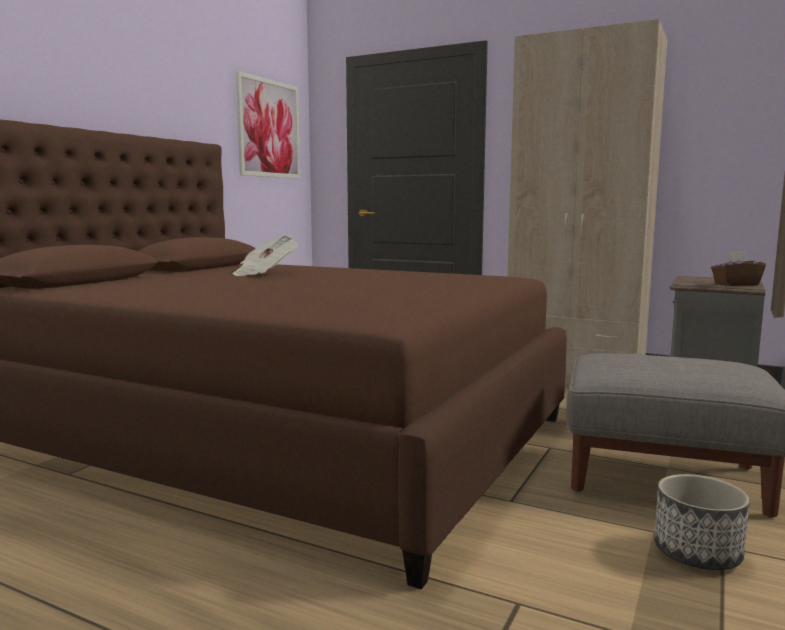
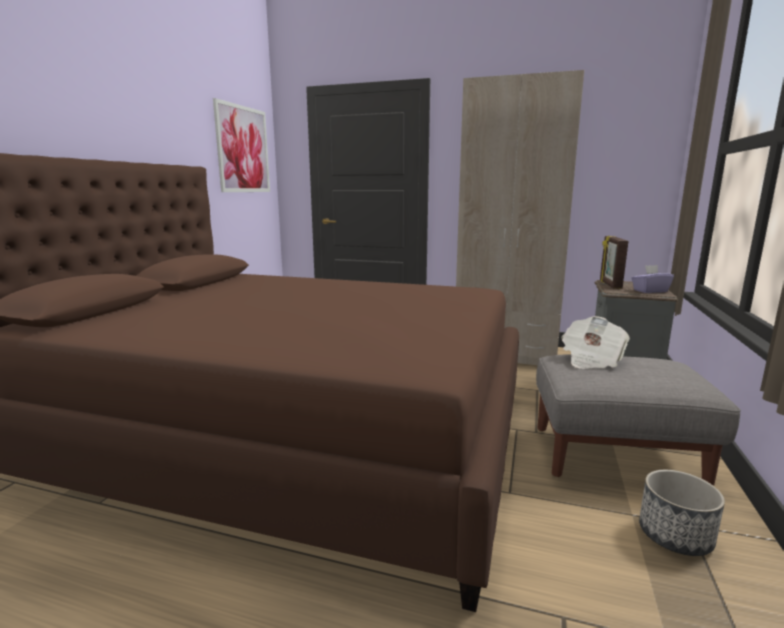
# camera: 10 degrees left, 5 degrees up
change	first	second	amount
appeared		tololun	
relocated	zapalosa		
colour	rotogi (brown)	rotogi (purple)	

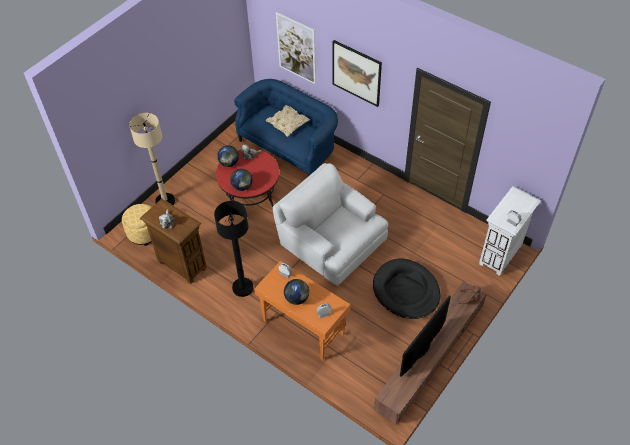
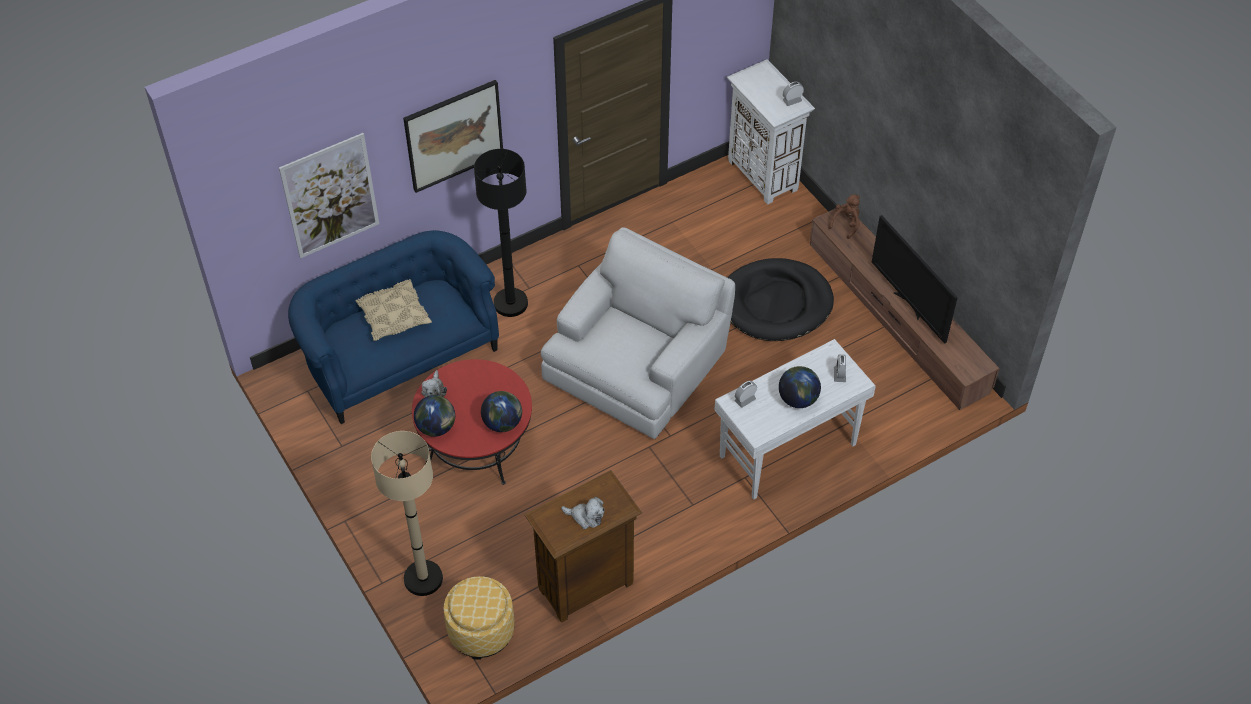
# camera: 70 degrees left, 0 degrees up
change	first	second	amount
relocated	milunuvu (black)		
colour	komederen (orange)	komederen (white)	
spun	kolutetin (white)		150 degrees clockwise

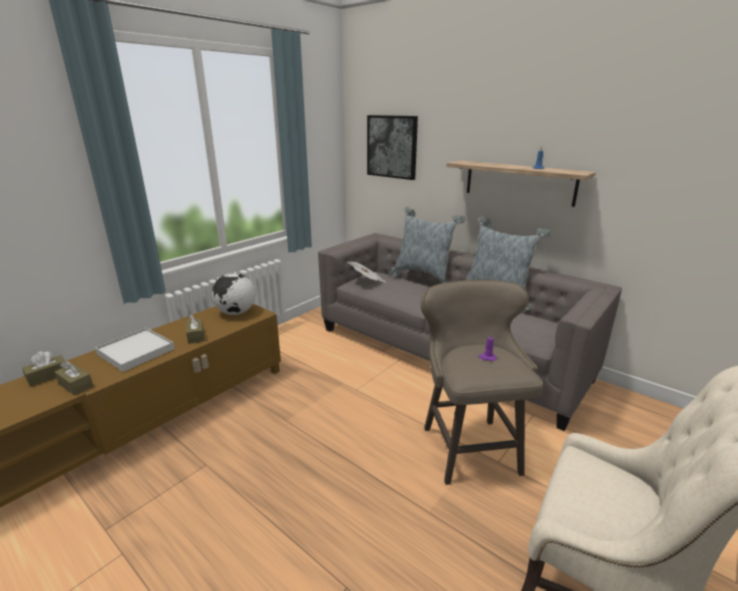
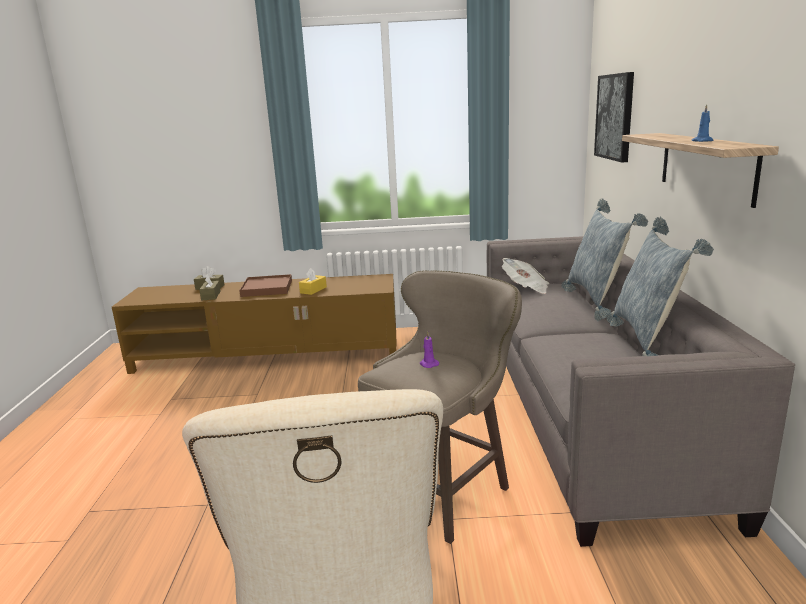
# camera: 50 degrees right, 5 degrees down
change	first	second	amount
missing	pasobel		
colour	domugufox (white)	domugufox (brown)	
colour	rotogi (brown) (no. 3 from left)	rotogi (yellow)	

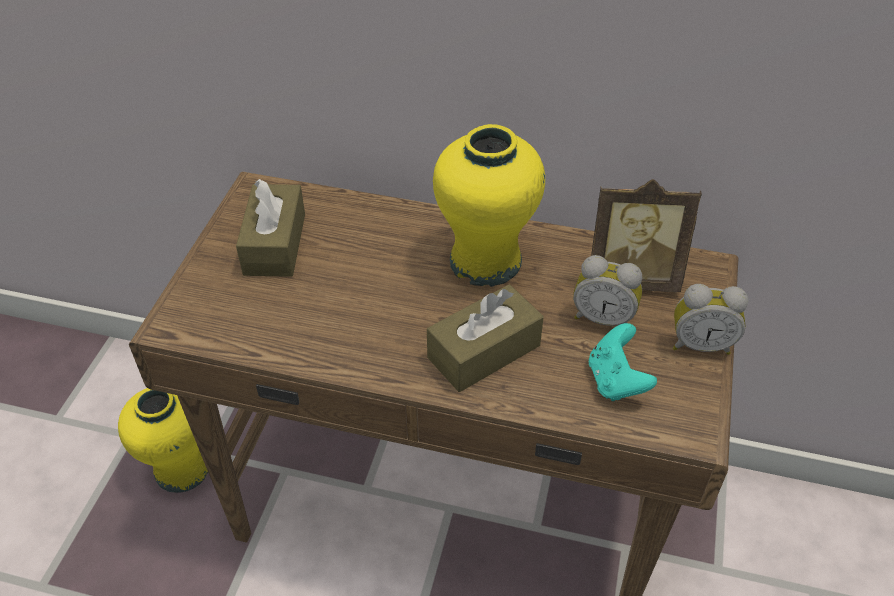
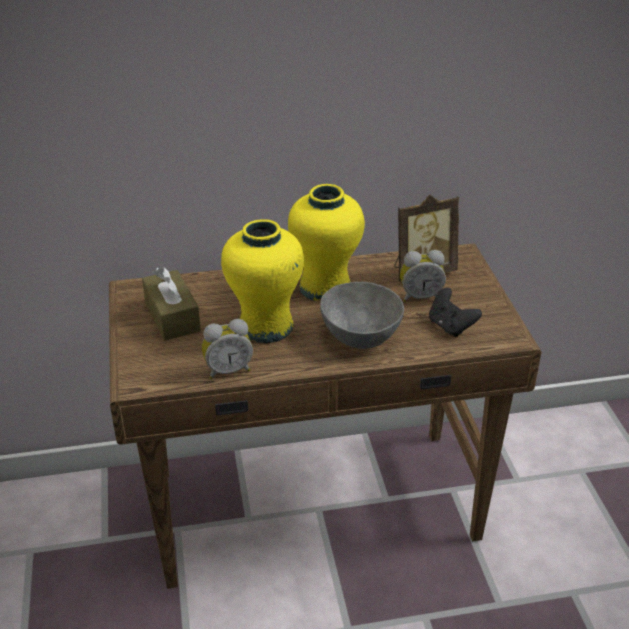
# camera: 25 degrees left, 10 degrees down
change	first	second	amount
relocated	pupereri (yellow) (no. 1 from left)		
relocated	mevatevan (no. 2 from left in the first image)	mevatevan (no. 1 from left)	
exchanged	rotogi (brown) (no. 2 from left)	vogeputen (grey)	
colour	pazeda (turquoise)	pazeda (black)	

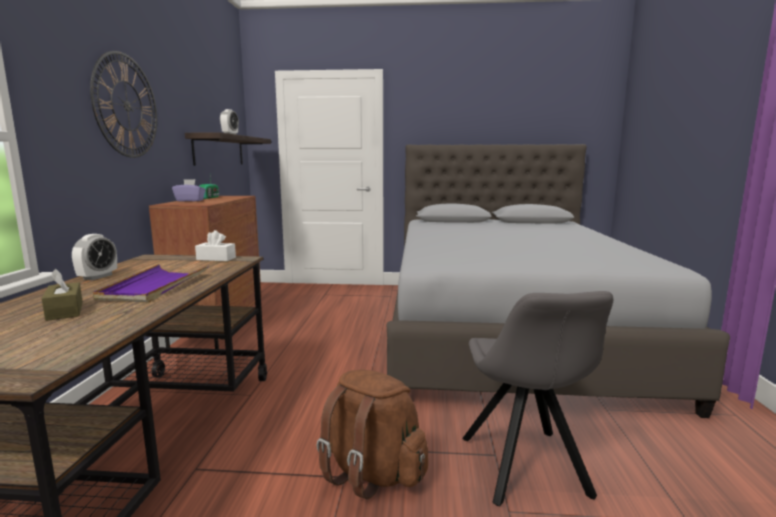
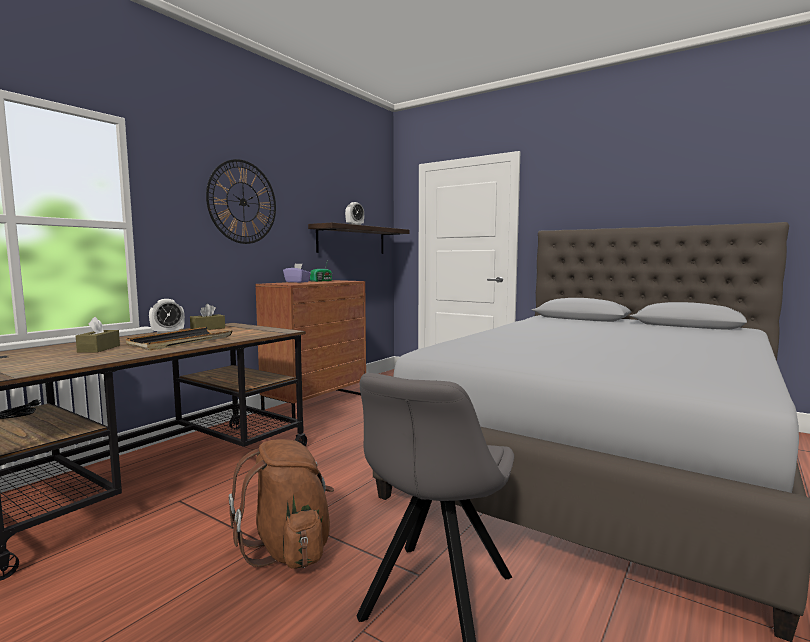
# camera: 30 degrees right, 5 degrees down
change	first	second	amount
missing	rotogi (white)		
appeared		rotogi (brown) (no. 2 from left)	
colour	domugufox (purple)	domugufox (black)	

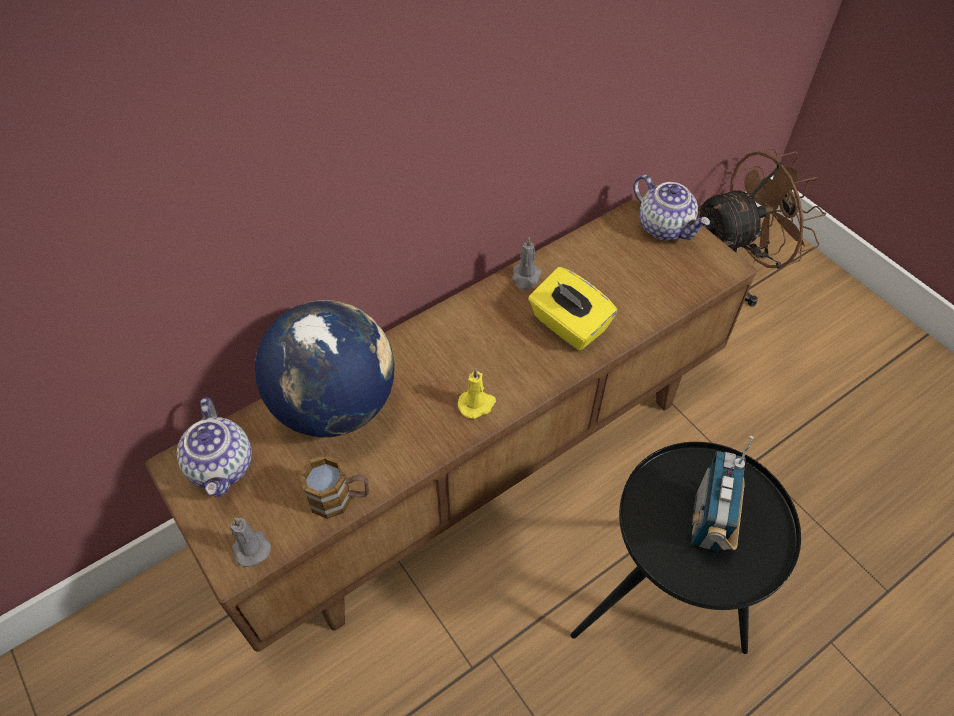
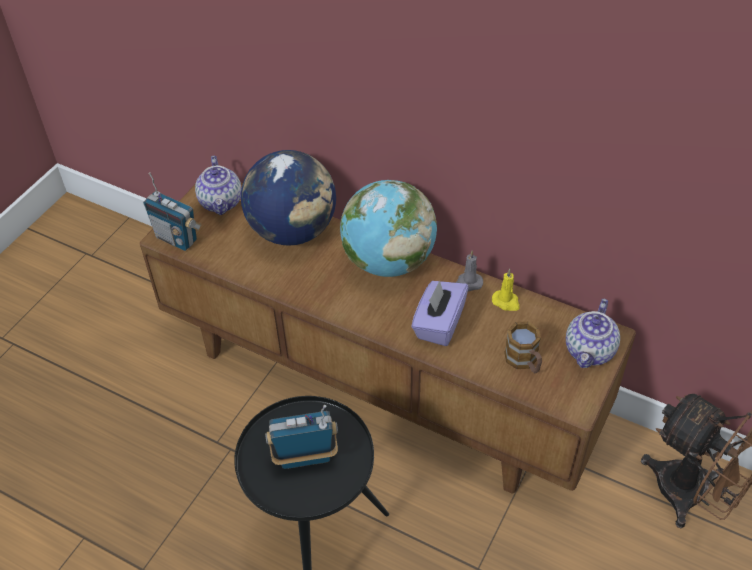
# camera: 65 degrees right, 5 degrees down
change	first	second	amount
appeared		pasobel (no. 2 from left)	
relocated	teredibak		
relocated	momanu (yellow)		
exchanged	momanu (grey) (no. 1 from left)	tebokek (no. 1 from left)	
colour	rotogi (yellow)	rotogi (purple)	
spun	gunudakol (no. 1 from left)		60 degrees counterclockwise

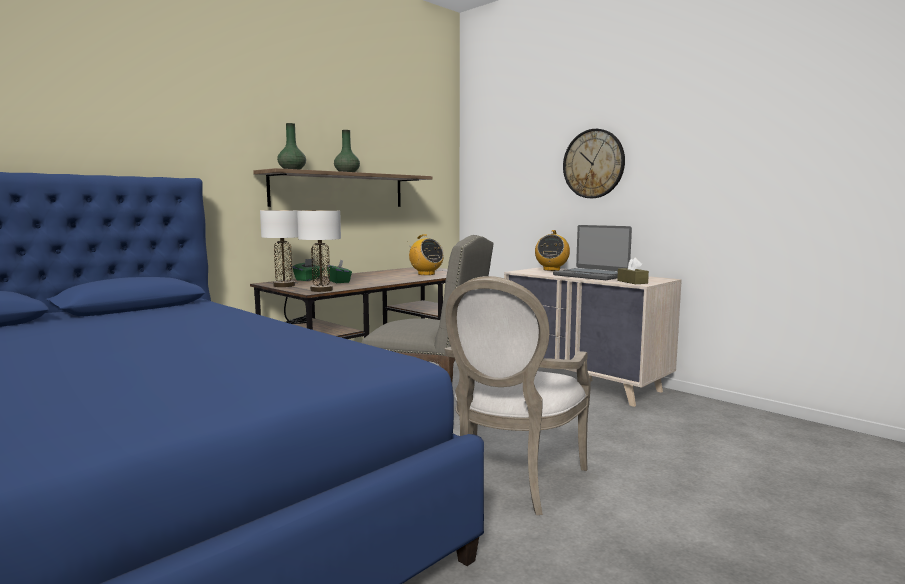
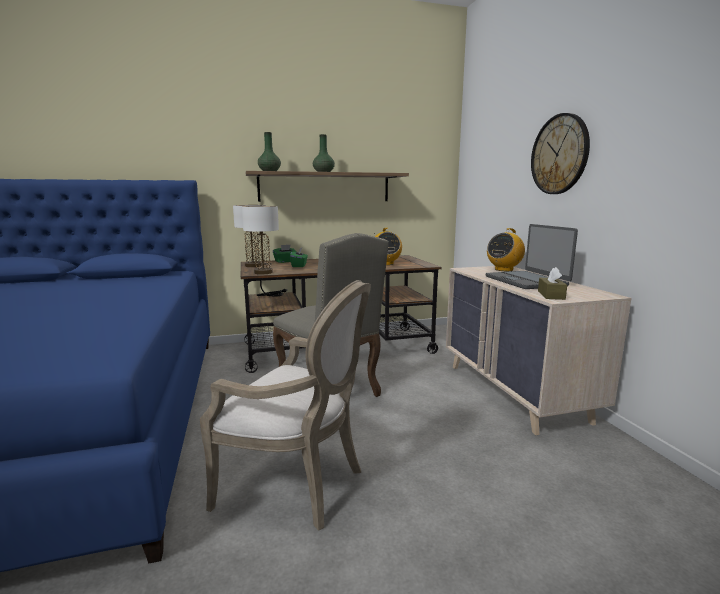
# camera: 30 degrees right, 5 degrees up
change	first	second	amount
spun	kolutetin		120 degrees counterclockwise

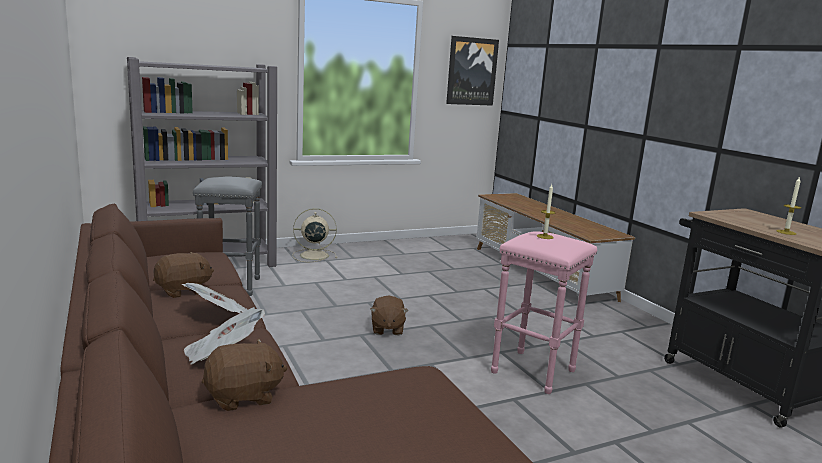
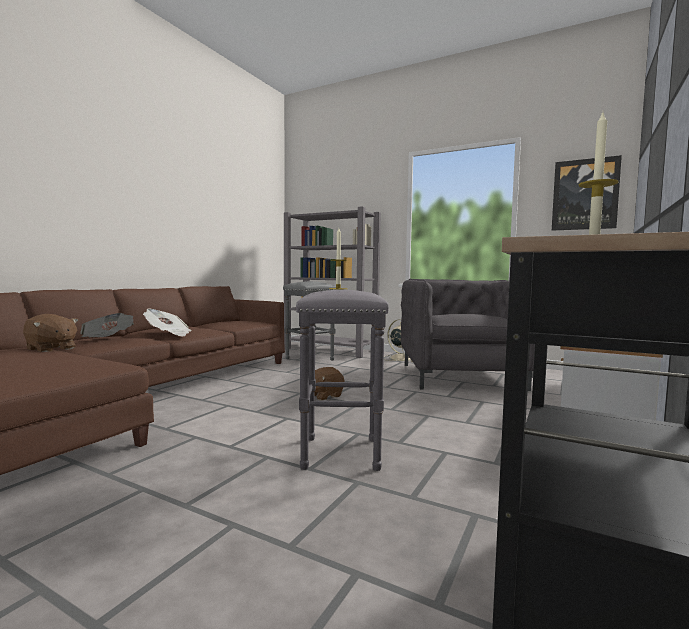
# camera: 55 degrees right, 10 degrees down
change	first	second	amount
missing	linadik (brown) (no. 1 from left)		
appeared		kolutetin (grey)	
colour	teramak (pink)	teramak (grey) (no. 2 from left)	

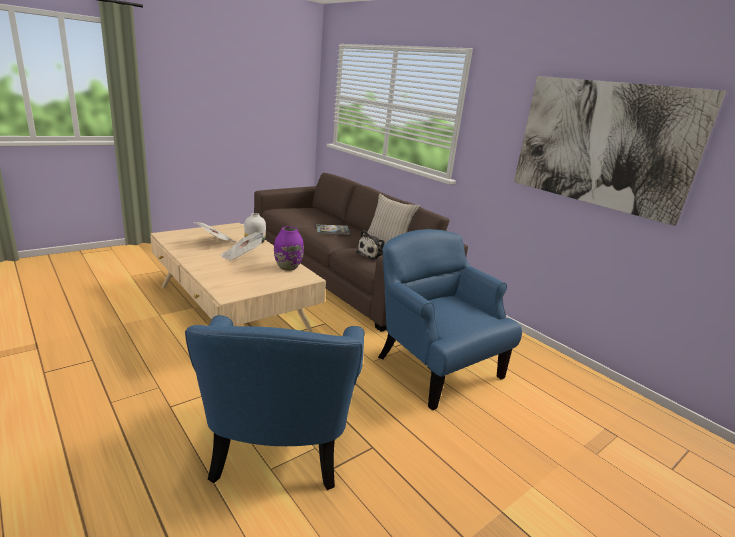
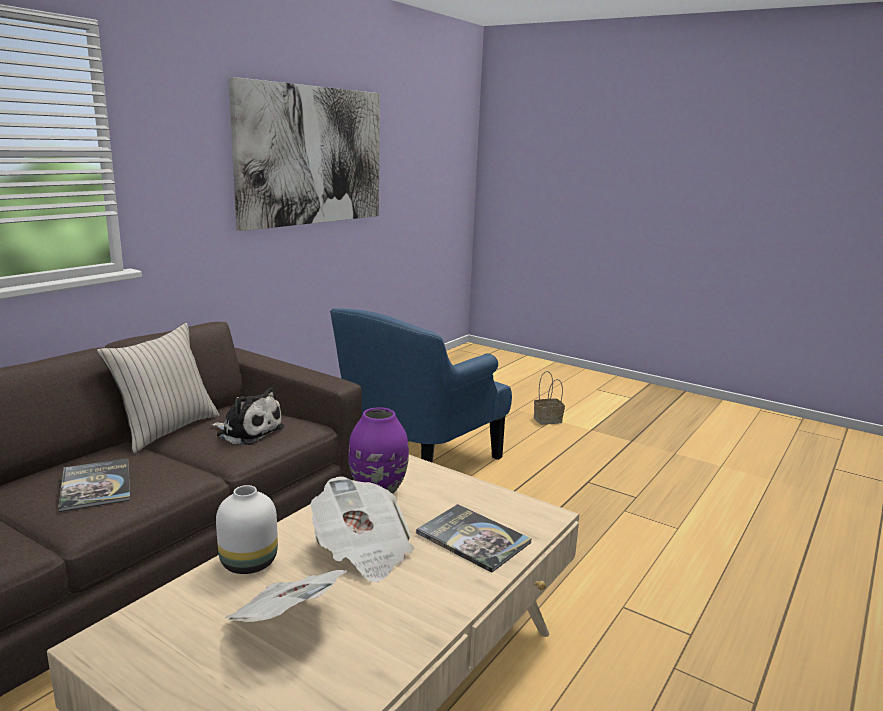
# camera: 105 degrees left, 5 degrees down
change	first	second	amount
missing	kolutetin (blue) (no. 1 from left)		
appeared		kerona (no. 2 from left)	
appeared		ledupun	

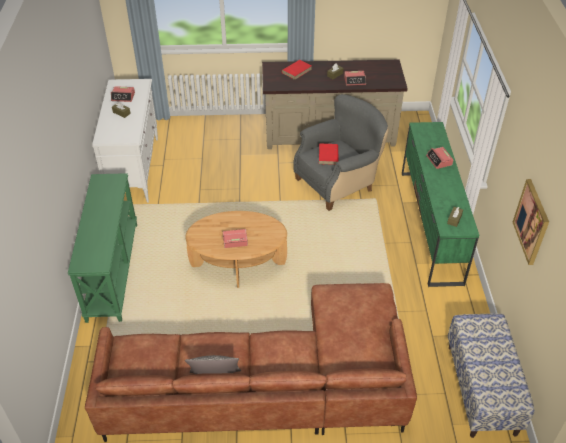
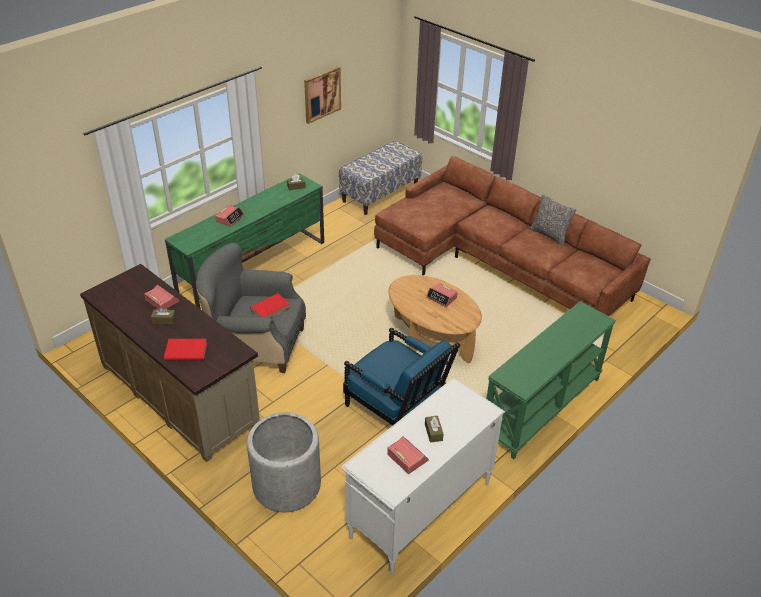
# camera: 135 degrees left, 5 degrees down
change	first	second	amount
appeared		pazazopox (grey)	
appeared		kolutetin (blue)	

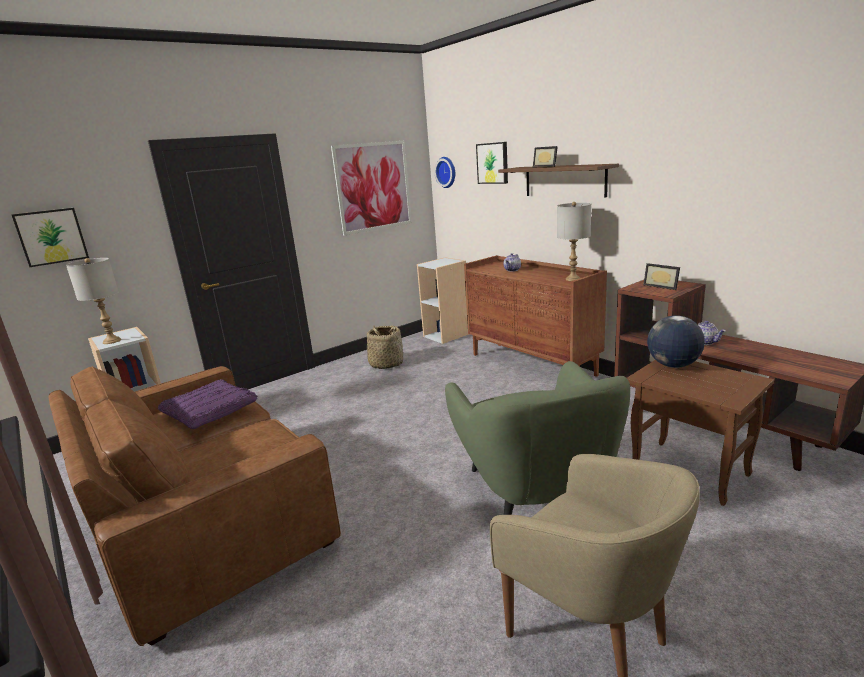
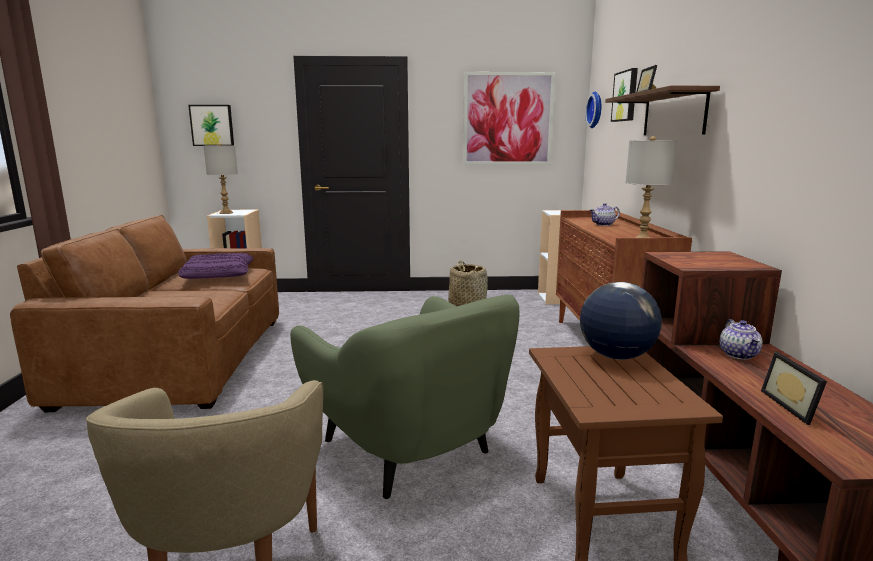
# camera: 35 degrees right, 5 degrees down
change	first	second	amount
relocated	tololun (no. 2 from left)		
spun	kolutetin (green)		60 degrees counterclockwise

